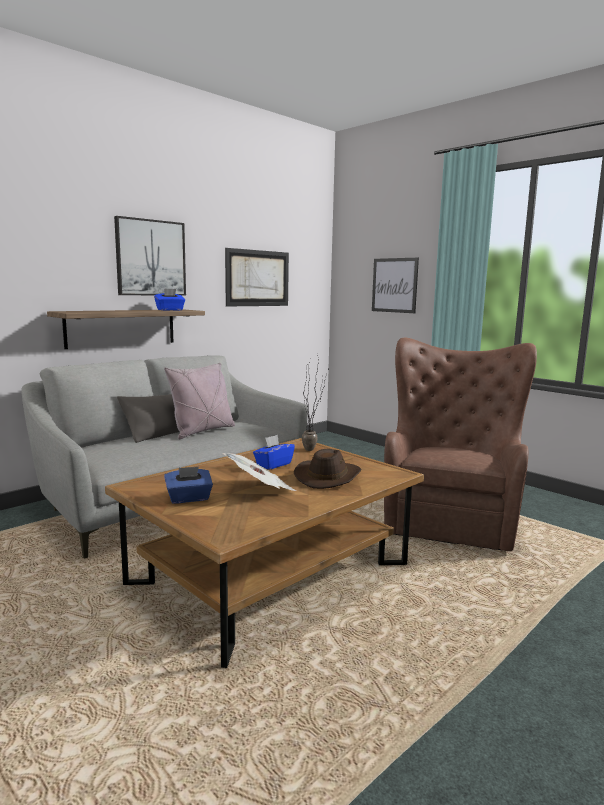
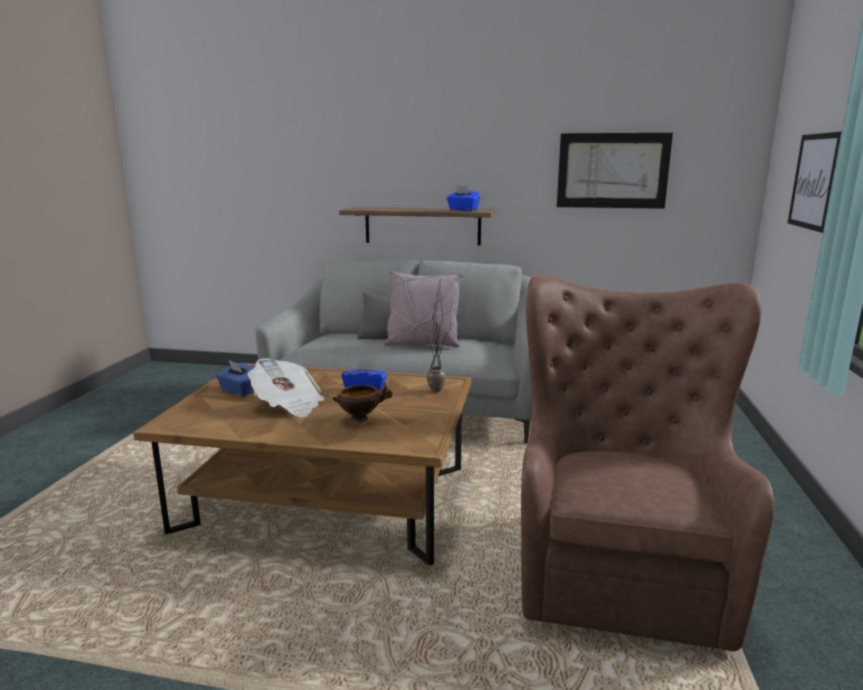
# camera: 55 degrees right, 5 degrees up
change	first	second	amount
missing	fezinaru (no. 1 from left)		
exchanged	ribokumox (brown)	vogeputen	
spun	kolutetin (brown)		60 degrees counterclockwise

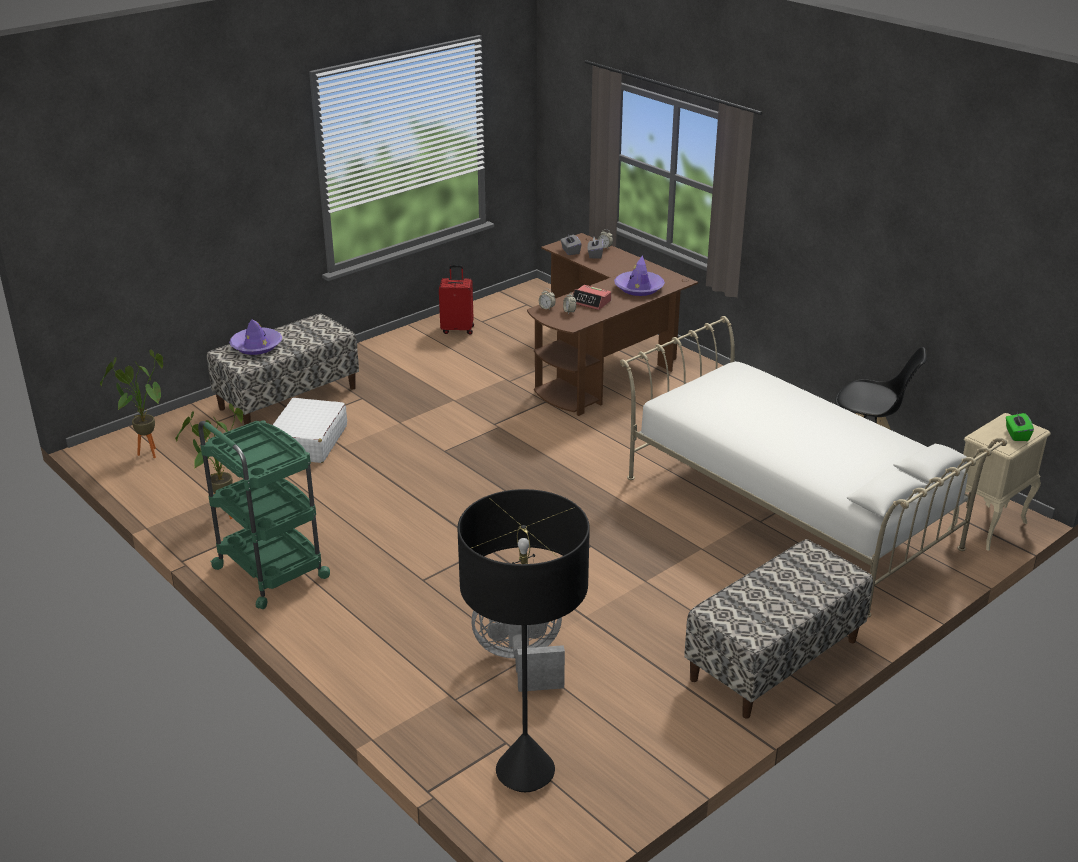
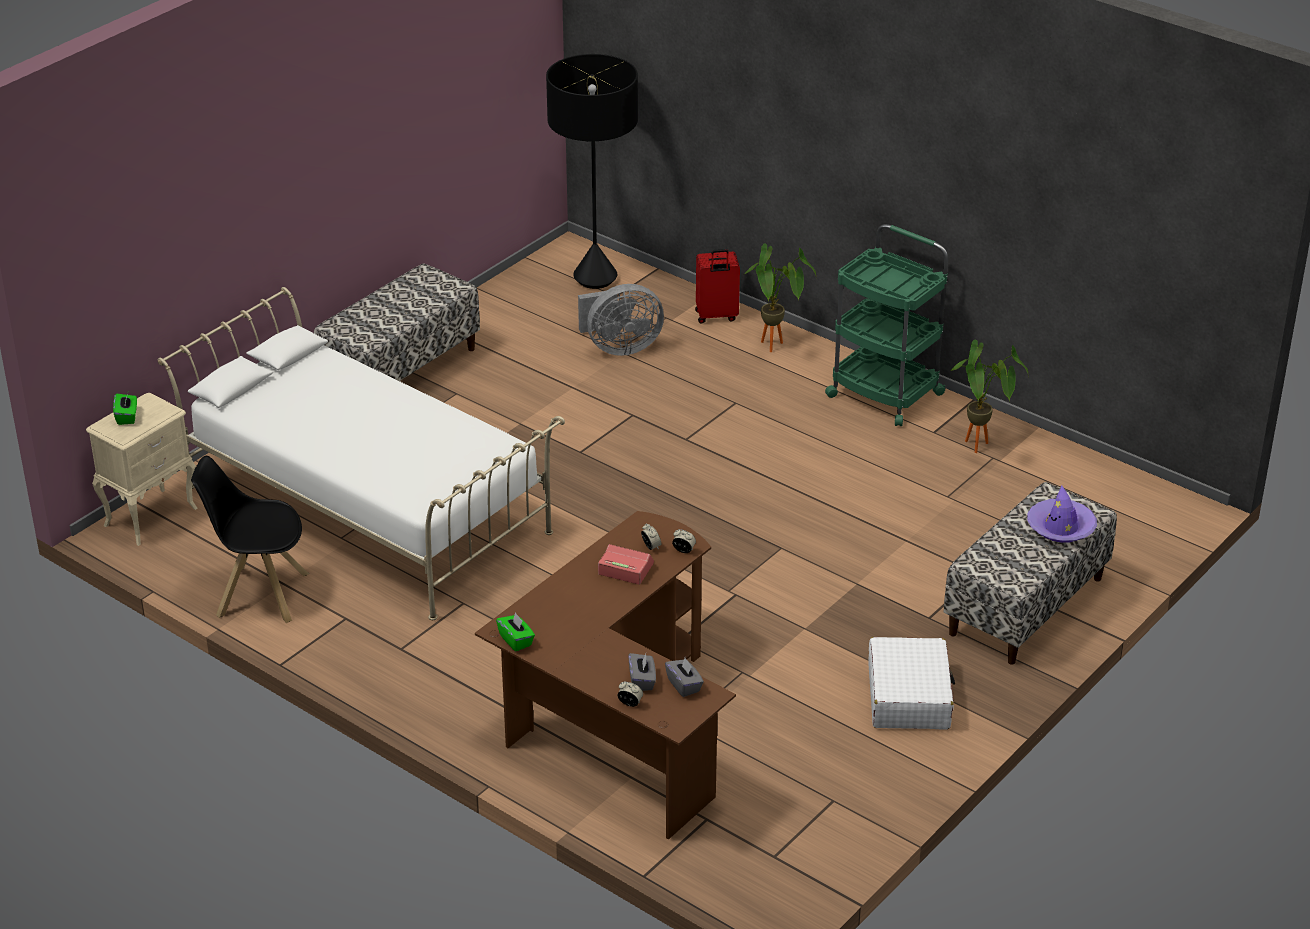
# camera: 170 degrees right, 5 degrees up
change	first	second	amount
missing	ribokumox (purple) (no. 2 from left)		
appeared		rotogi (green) (no. 2 from left)	
relocated	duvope (no. 1 from left)		
relocated	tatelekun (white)		
relocated	tatelekun (red)		

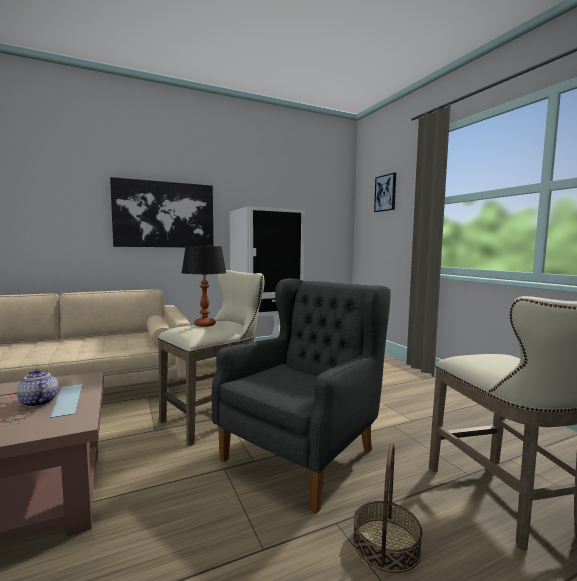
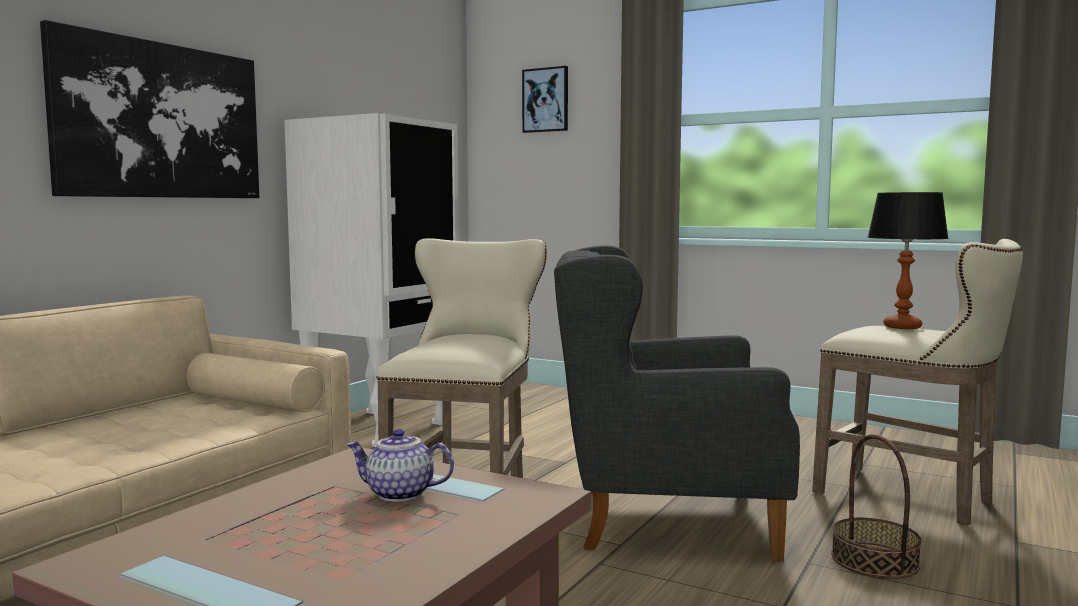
# camera: 35 degrees left, 0 degrees up
change	first	second	amount
relocated	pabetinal		
spun	kolutetin (grey)		90 degrees counterclockwise

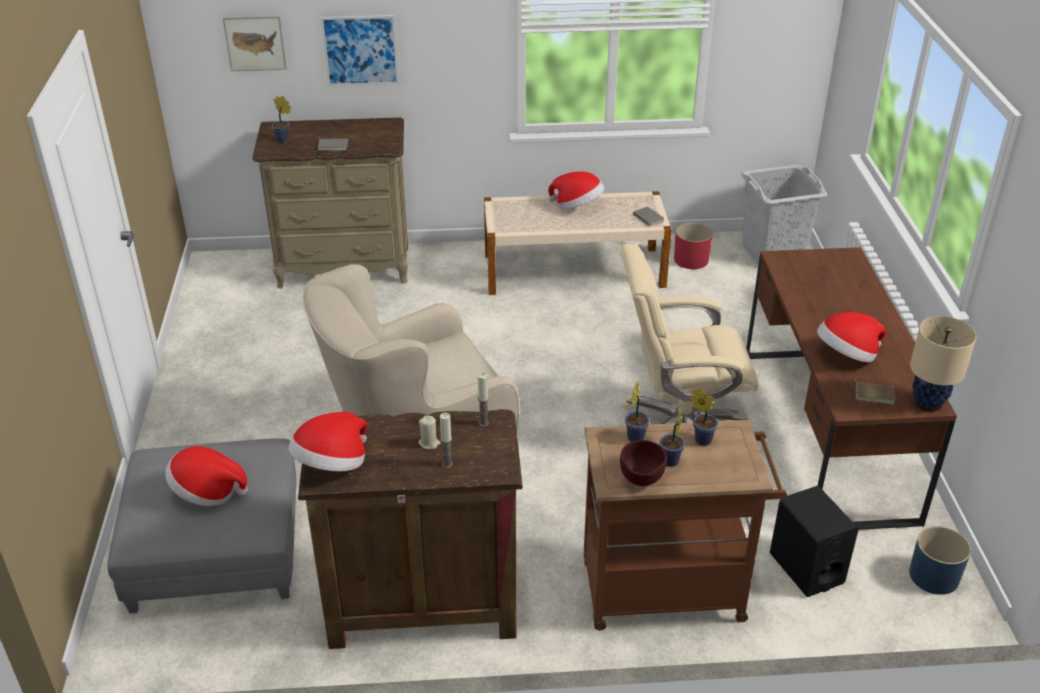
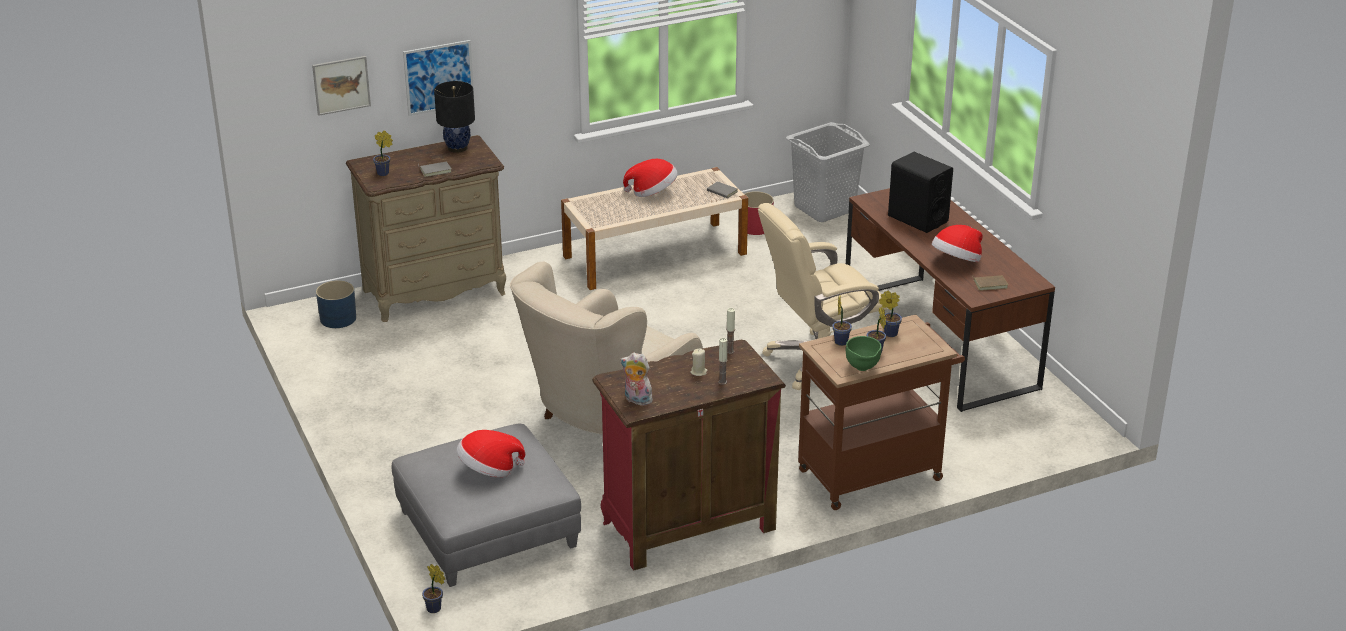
# camera: 20 degrees left, 5 degrees down
change	first	second	amount
missing	pabetinal (beige)		
appeared		duvope (no. 2 from left)	
appeared		pabetinal (black)	
relocated	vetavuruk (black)		
relocated	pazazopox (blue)		
exchanged	ribokumox (no. 2 from left)	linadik	
colour	vogeputen (brown)	vogeputen (green)	

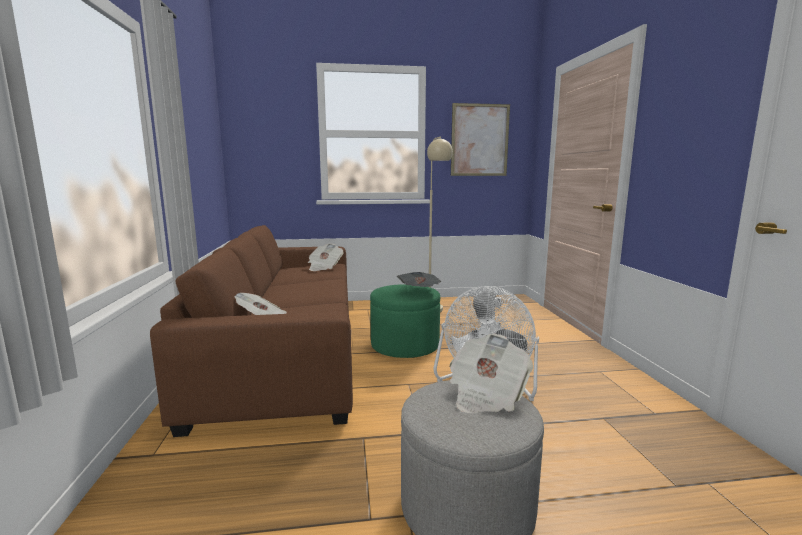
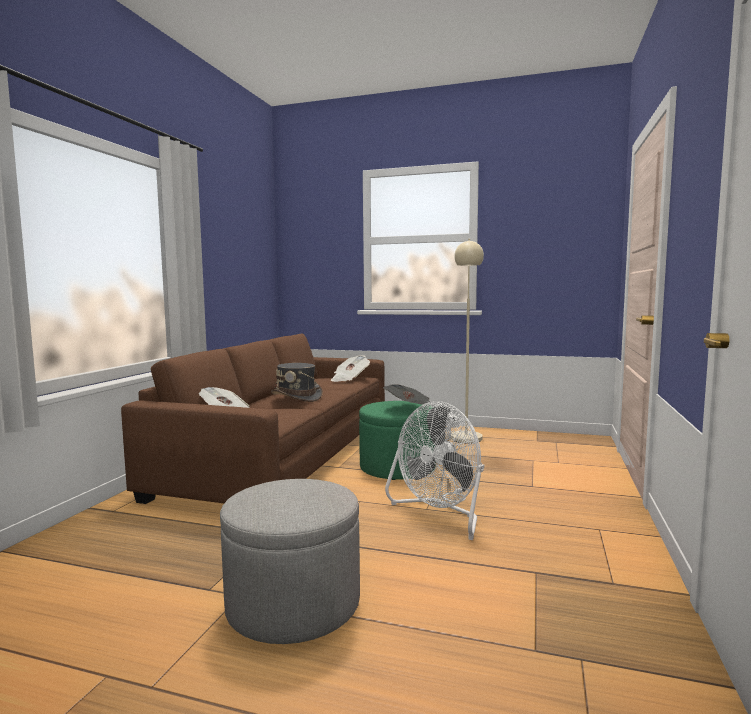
# camera: 25 degrees right, 5 degrees down
change	first	second	amount
missing	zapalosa (no. 4 from left)		
missing	fezinaru		
appeared		ribokumox (grey)	

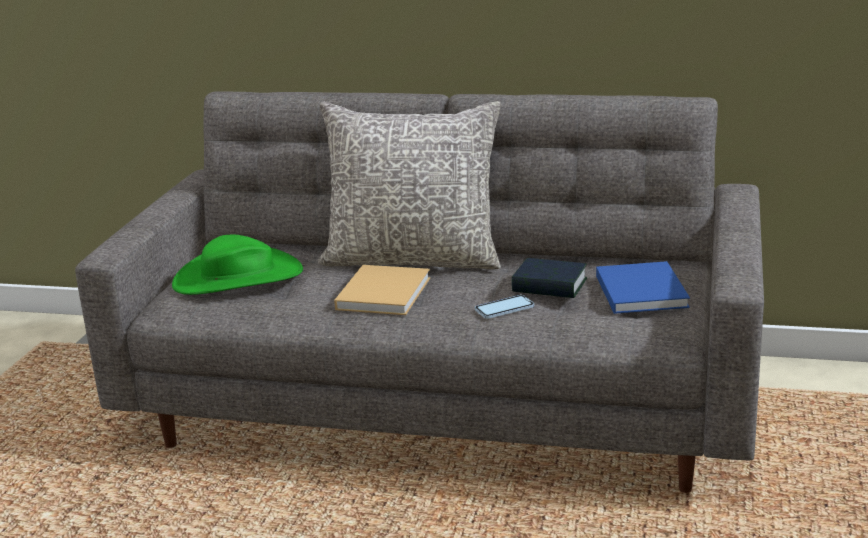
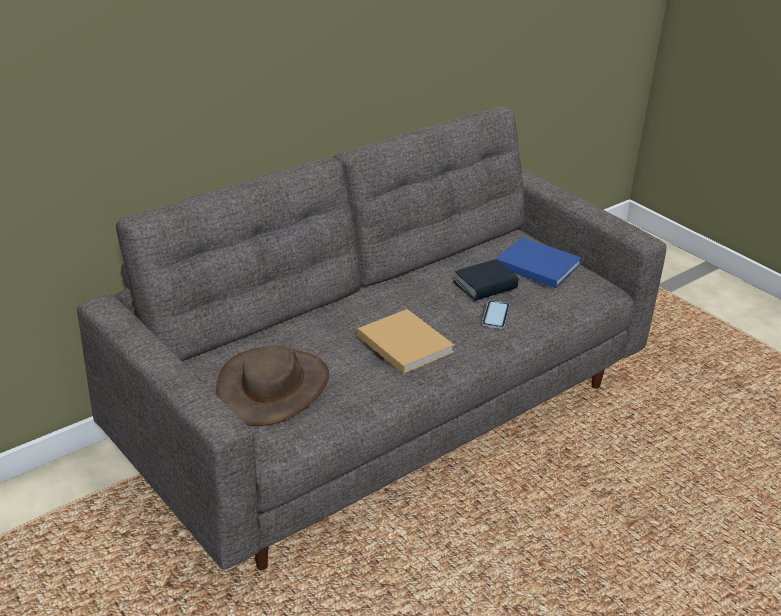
# camera: 55 degrees left, 10 degrees up
change	first	second	amount
missing	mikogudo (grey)		
colour	ribokumox (green)	ribokumox (brown)	

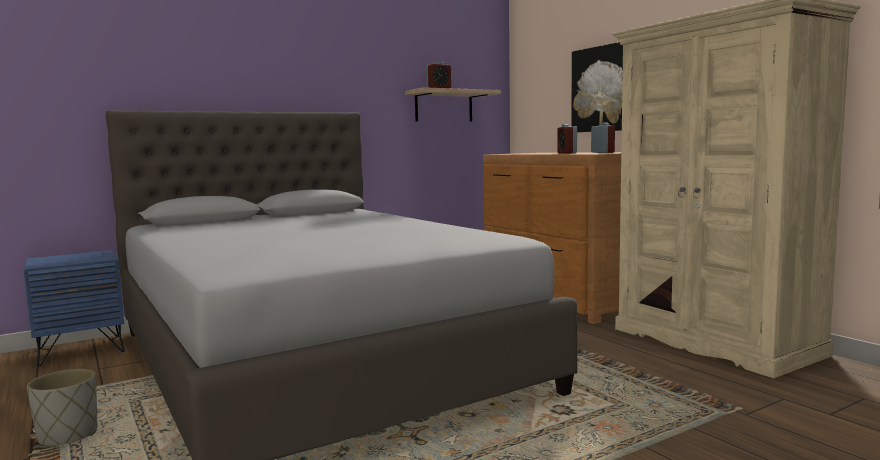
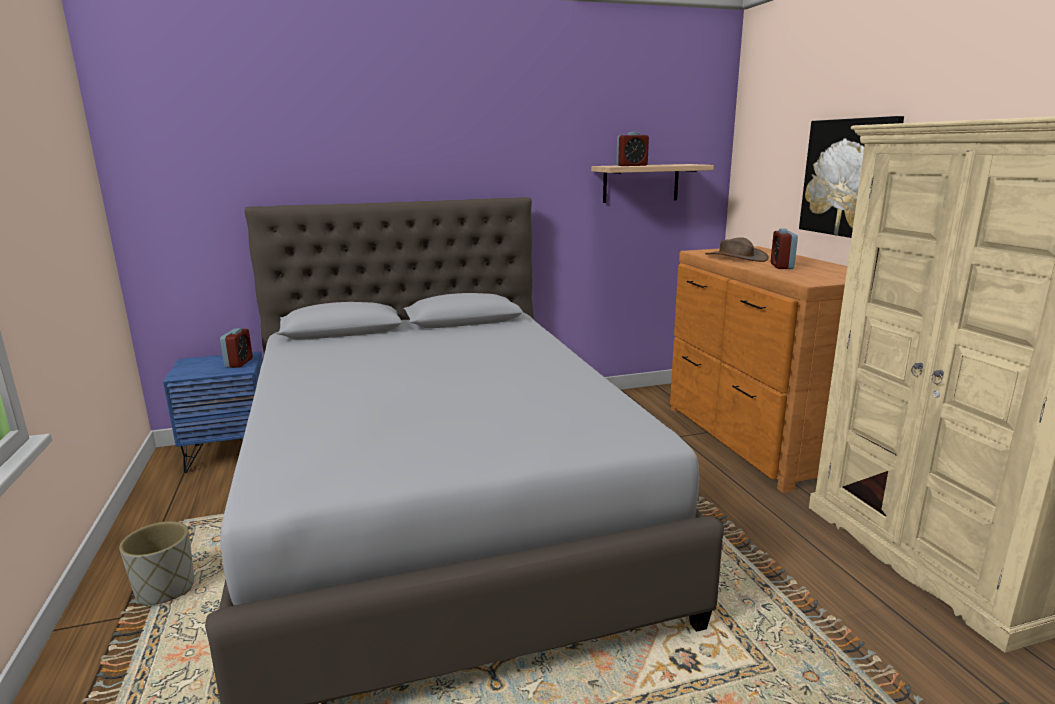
# camera: 15 degrees right, 10 degrees up
change	first	second	amount
appeared		ribokumox (brown)	
relocated	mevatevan (no. 3 from left in the first image)	mevatevan (no. 1 from left)	

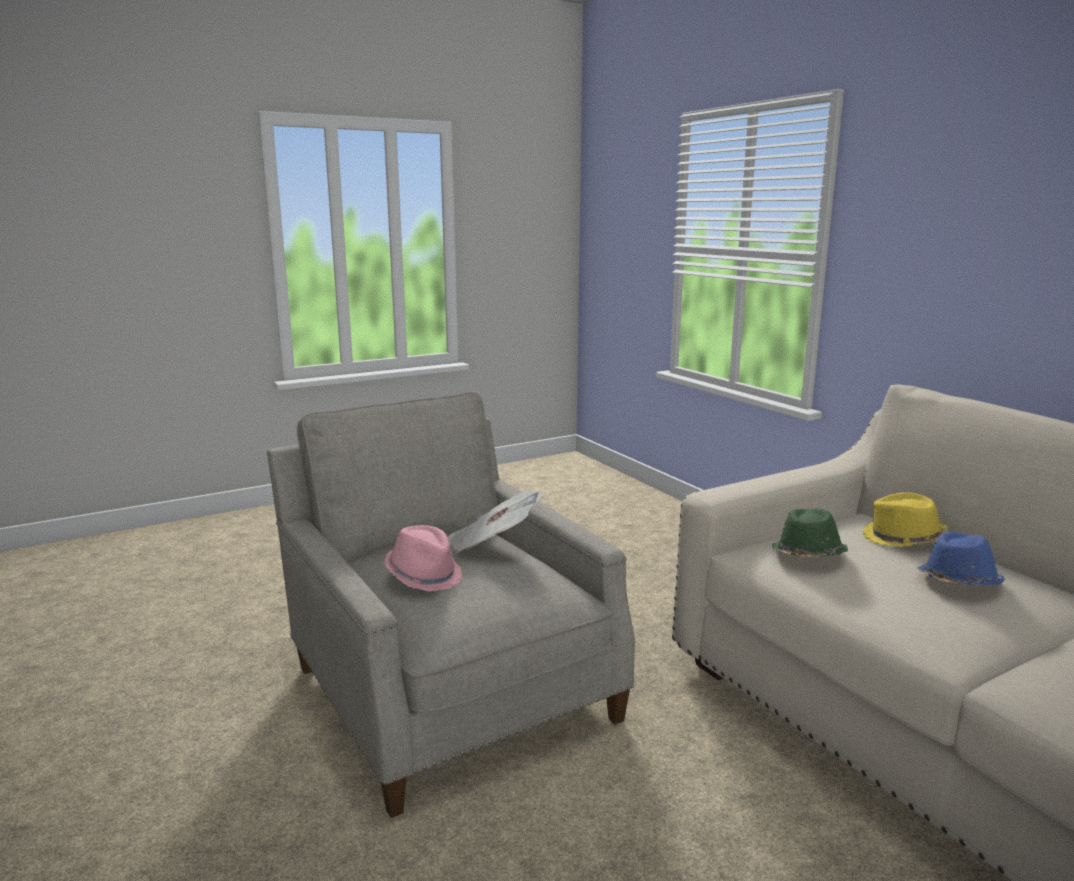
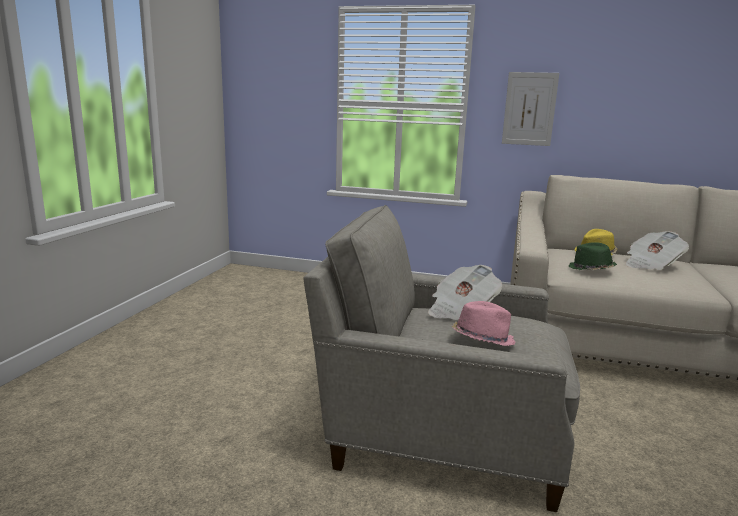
# camera: 45 degrees left, 0 degrees up
change	first	second	amount
appeared		fezinaru	
exchanged	ribokumox (blue)	zapalosa (no. 2 from left)	

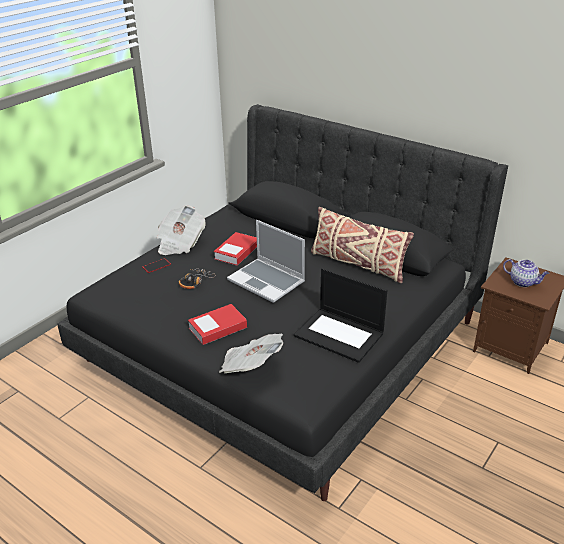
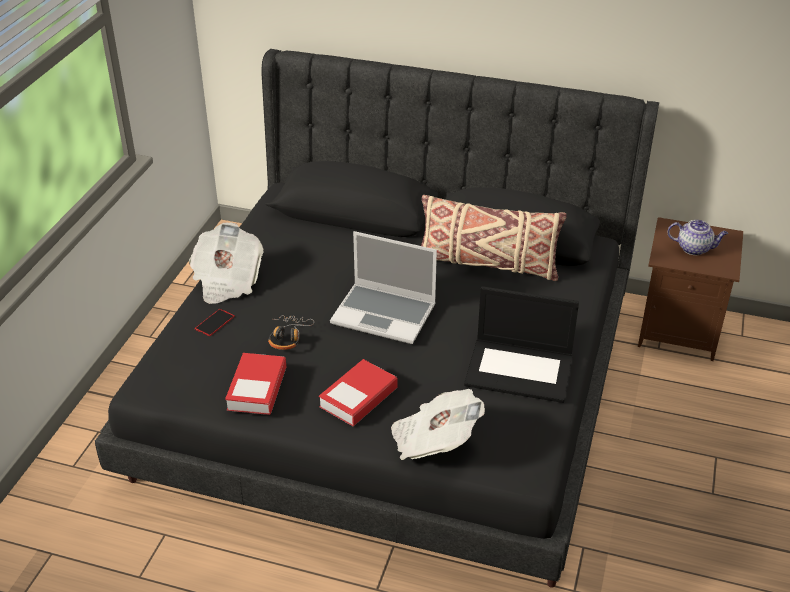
# camera: 20 degrees left, 5 degrees up
change	first	second	amount
relocated	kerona (no. 2 from left in the first image)	kerona (no. 1 from left)	

